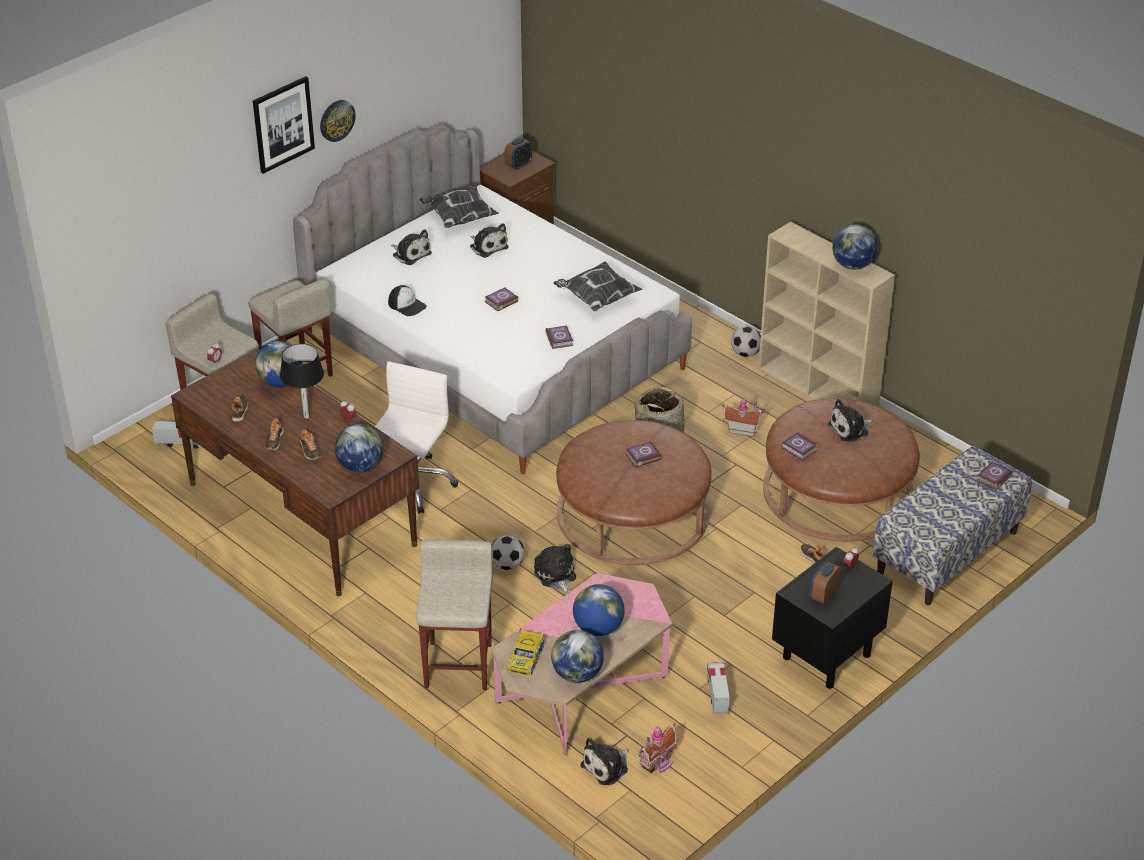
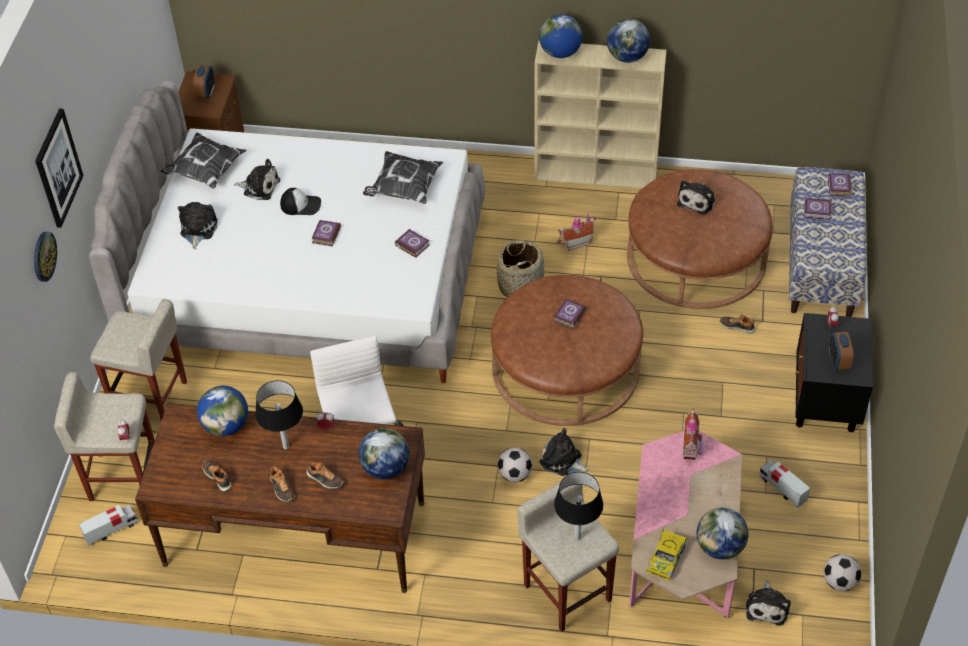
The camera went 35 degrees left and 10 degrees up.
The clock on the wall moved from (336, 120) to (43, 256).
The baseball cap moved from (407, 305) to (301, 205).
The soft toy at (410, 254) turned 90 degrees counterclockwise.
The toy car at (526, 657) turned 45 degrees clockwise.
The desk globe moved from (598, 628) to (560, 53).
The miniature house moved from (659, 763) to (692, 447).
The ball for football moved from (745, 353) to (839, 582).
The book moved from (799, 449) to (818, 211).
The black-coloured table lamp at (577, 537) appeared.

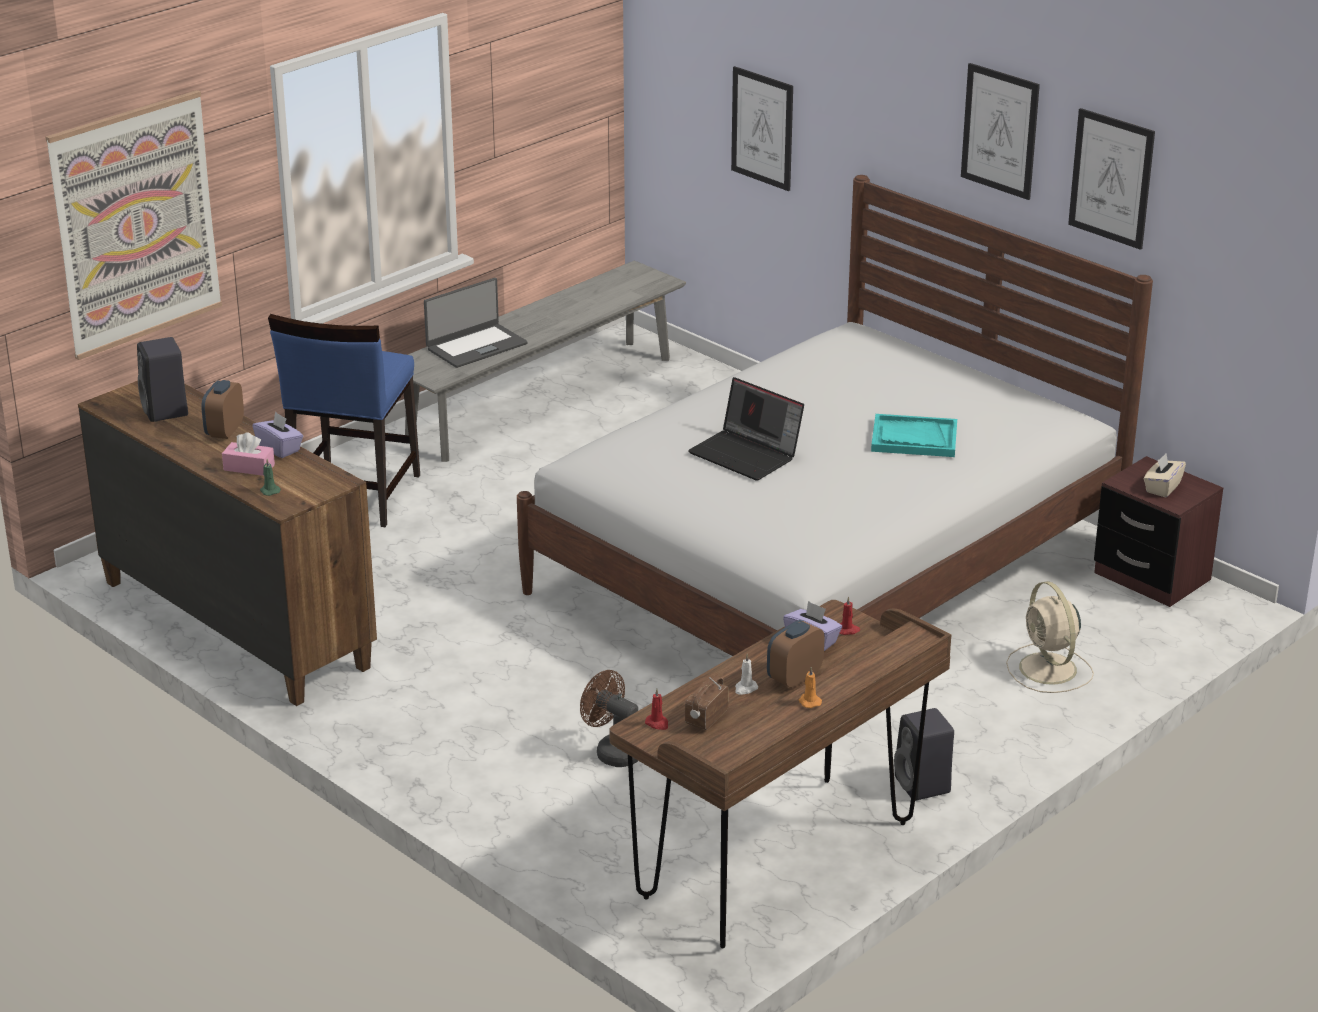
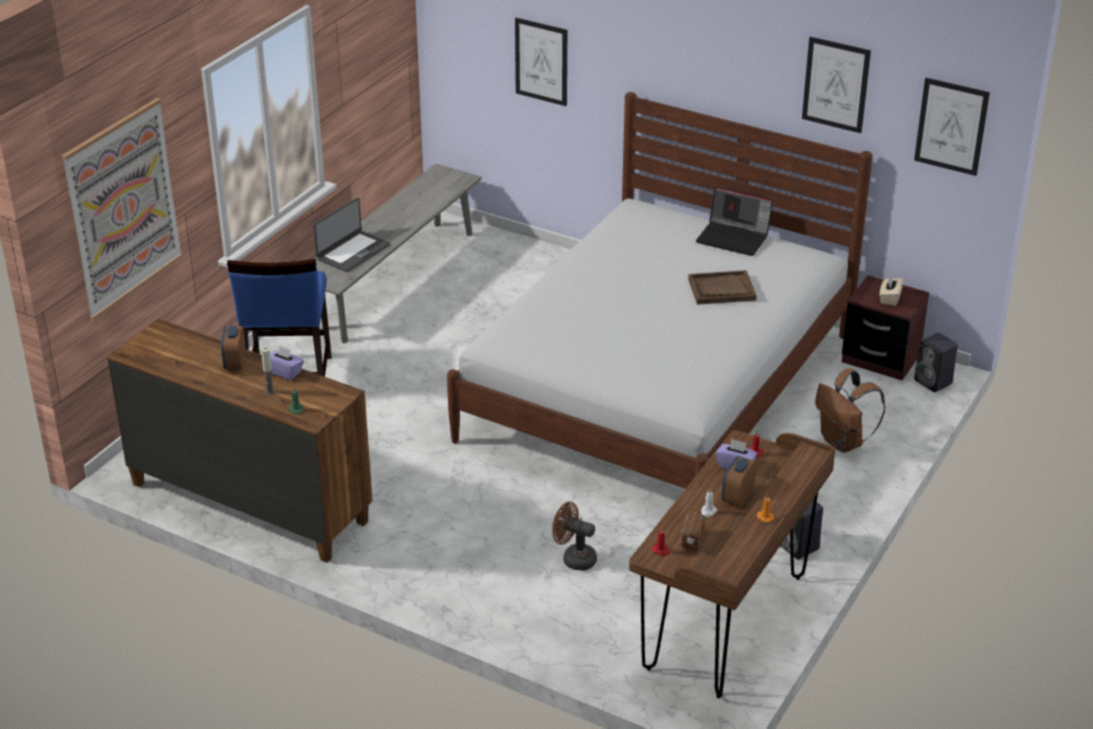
The camera went 15 degrees left and 5 degrees up.
The black-coloured audio speaker moved from (166, 411) to (934, 382).
The pink box of tissues at (249, 467) was replaced by the candle at (270, 392).
The notebook computer moved from (747, 454) to (734, 238).
The turquoise-coloured serving tray at (914, 438) became the brown-coloured serving tray at (721, 289).
The picture moved from (1000, 131) to (951, 126).
The beige-coloured fan at (1049, 670) was replaced by the brown-coloured knapsack at (843, 442).

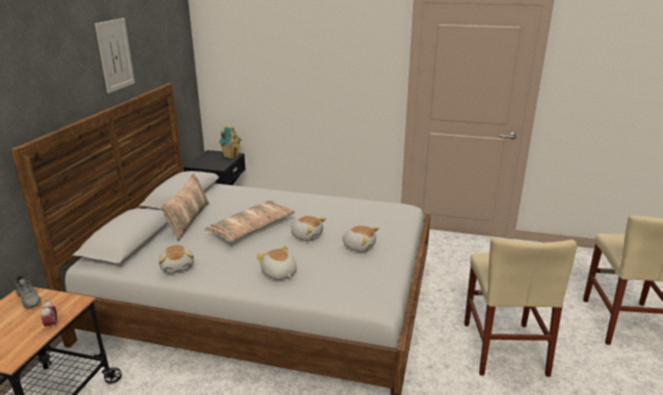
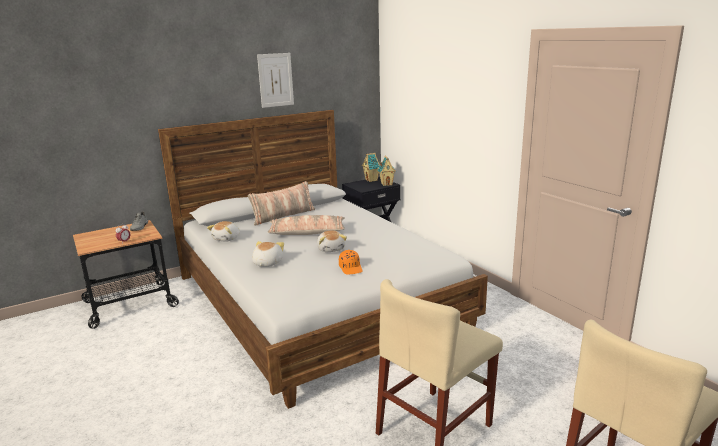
The camera went 45 degrees right and 5 degrees down.
The soft toy at (359, 246) was replaced by the orange baseball cap at (351, 268).
The miniature house at (371, 180) appeared.

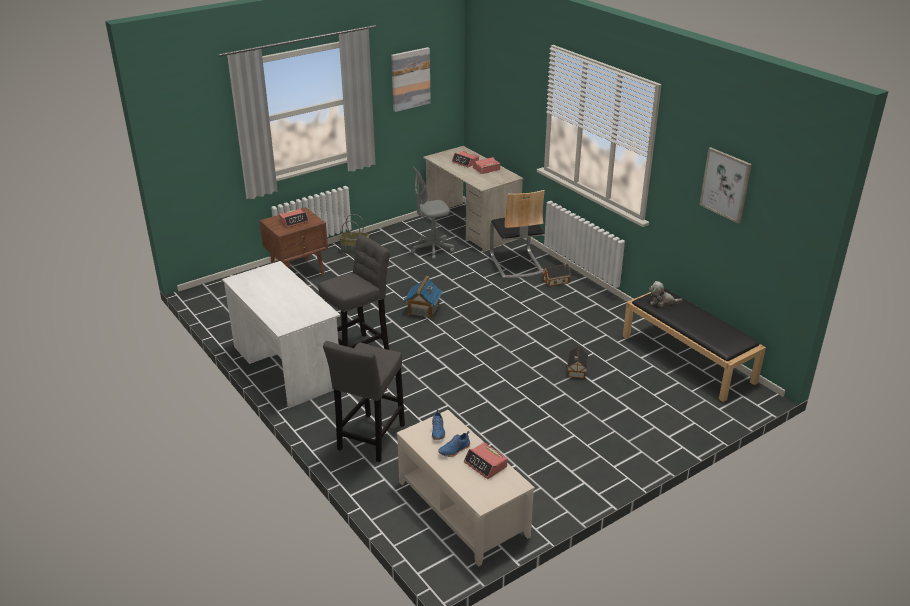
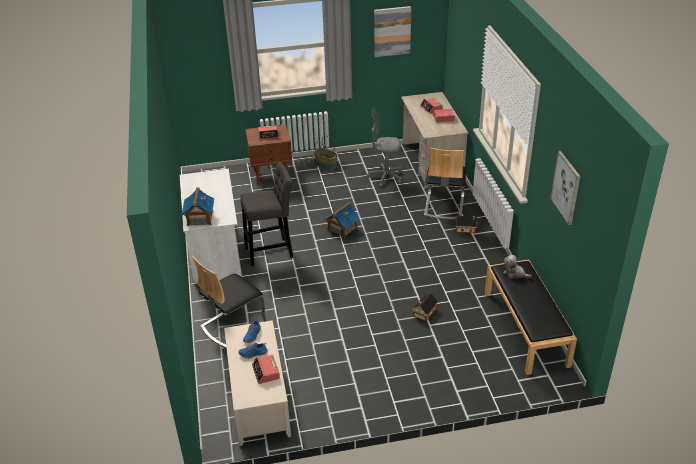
The camera went 25 degrees right and 5 degrees up.
The gray sitting stool at (370, 440) was replaced by the chair at (232, 325).
The miniature house at (199, 218) appeared.

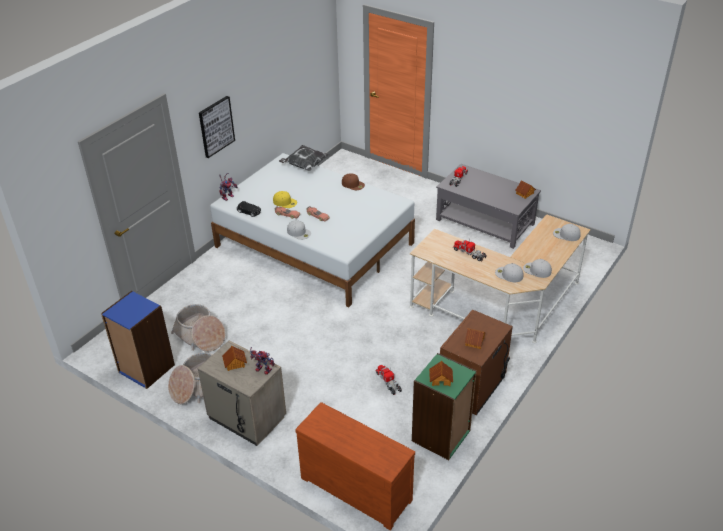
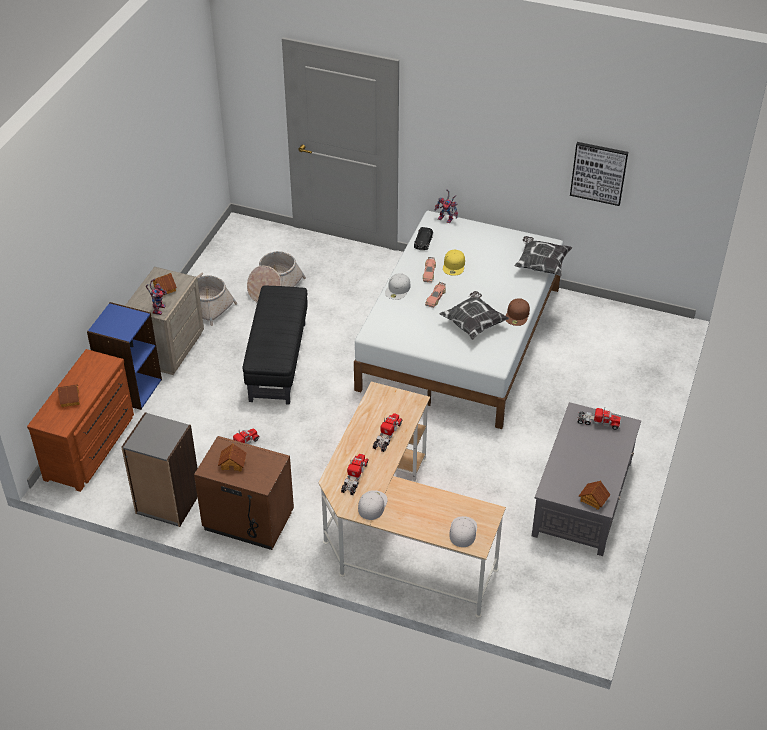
The camera went 75 degrees right and 5 degrees up.
The blue-coloured bookshelf moved from (146, 369) to (131, 388).
The picture moved from (216, 126) to (599, 173).
The green-coloured bookshelf at (441, 436) became the gray bookshelf at (168, 503).
The miniature house moved from (441, 379) to (70, 399).
The whitish baseball cap at (508, 274) was replaced by the toy lorry at (354, 477).
The black-coloured footrest at (277, 361) appeared.
The cushion at (473, 324) appeared.

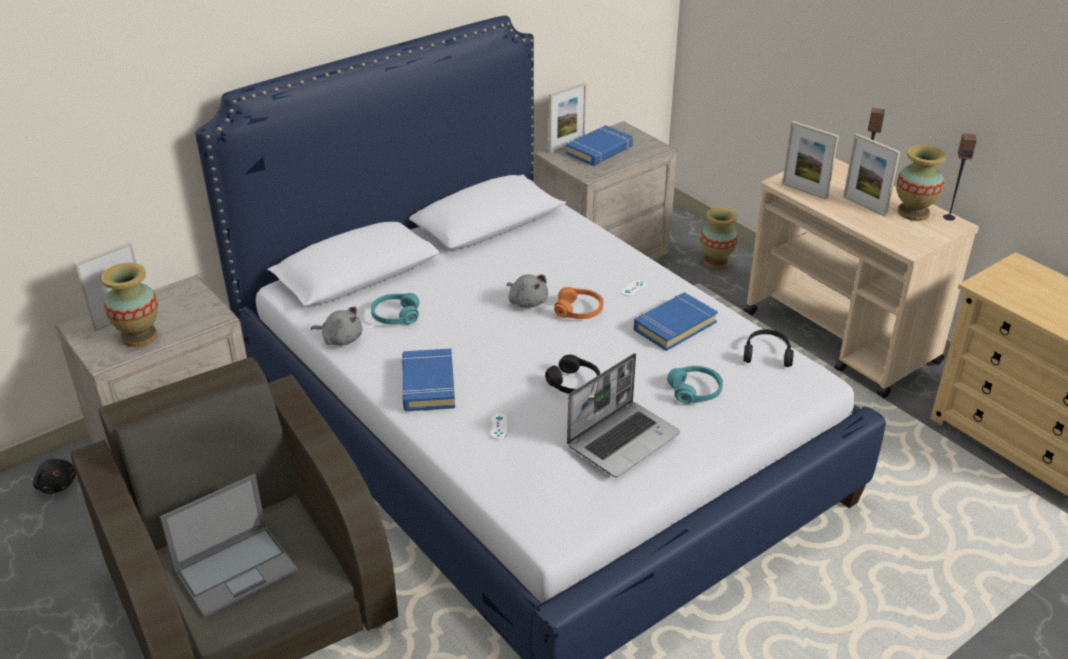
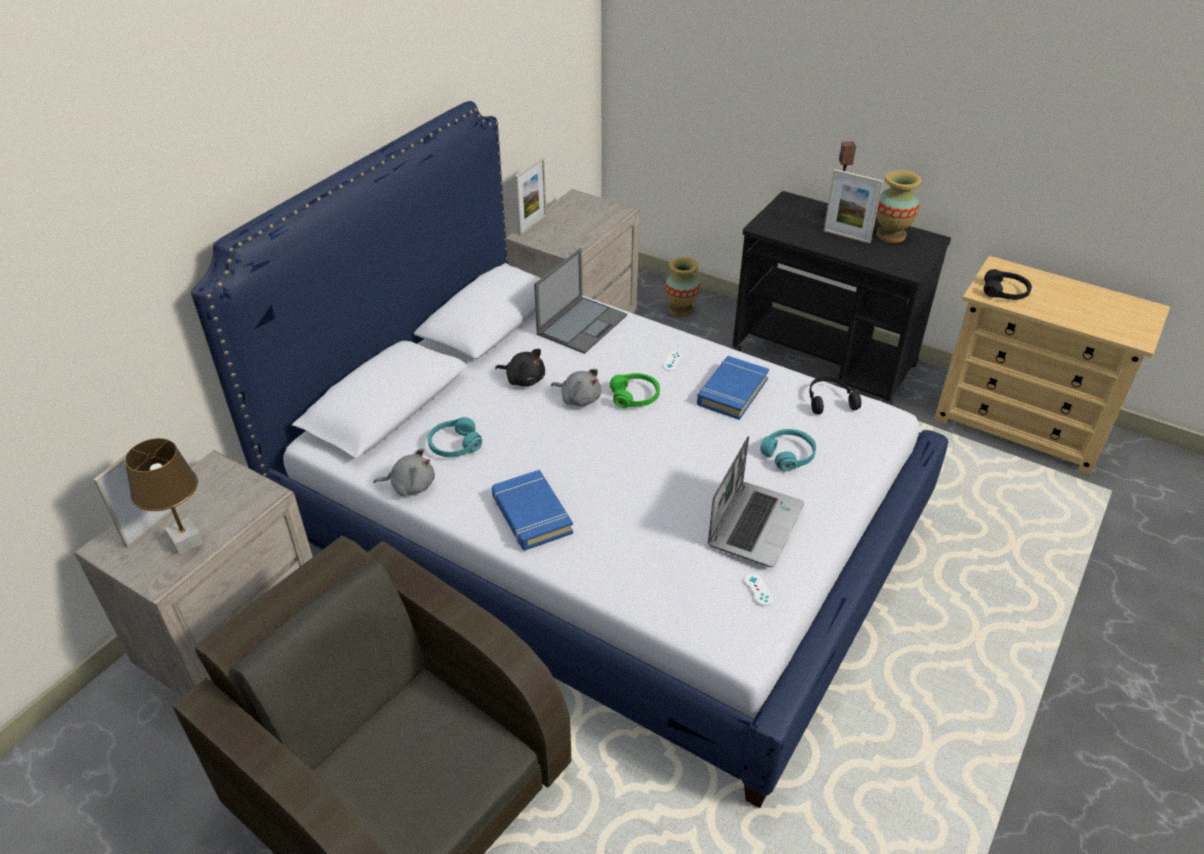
The camera went 20 degrees left and 5 degrees up.
The black-coloured soft toy moved from (56, 484) to (524, 379).
The decorative vase at (139, 336) was replaced by the brown-coloured table lamp at (187, 541).
The notebook computer moved from (237, 569) to (582, 324).
The whitish game controller moved from (498, 426) to (758, 589).
The black-coloured pair of headphones moved from (574, 383) to (1005, 292).
The orange pair of headphones at (579, 310) became the green-coloured pair of headphones at (635, 396).
The blue-coloured book at (599, 150) disappeared.
The beige-coloured cart at (841, 338) became the black-coloured cart at (824, 360).
The photo frame at (804, 191) disappeared.
The audio speaker at (949, 217) disappeared.

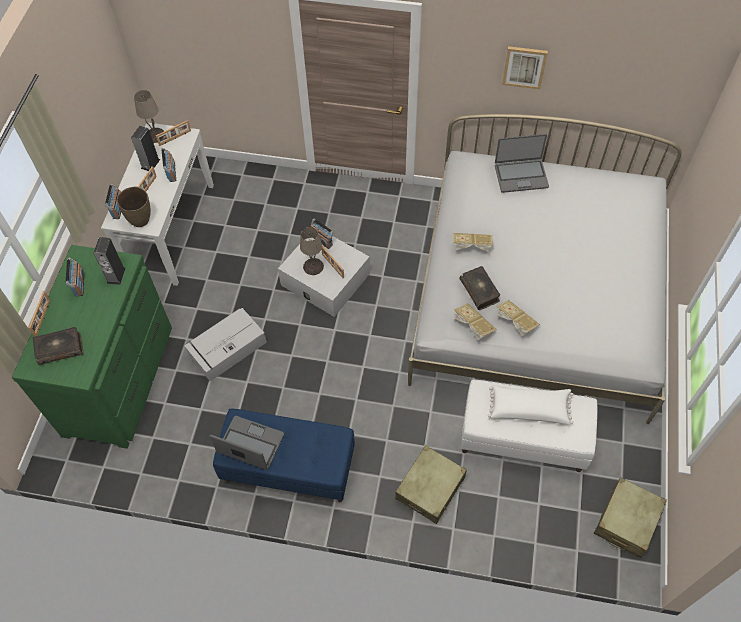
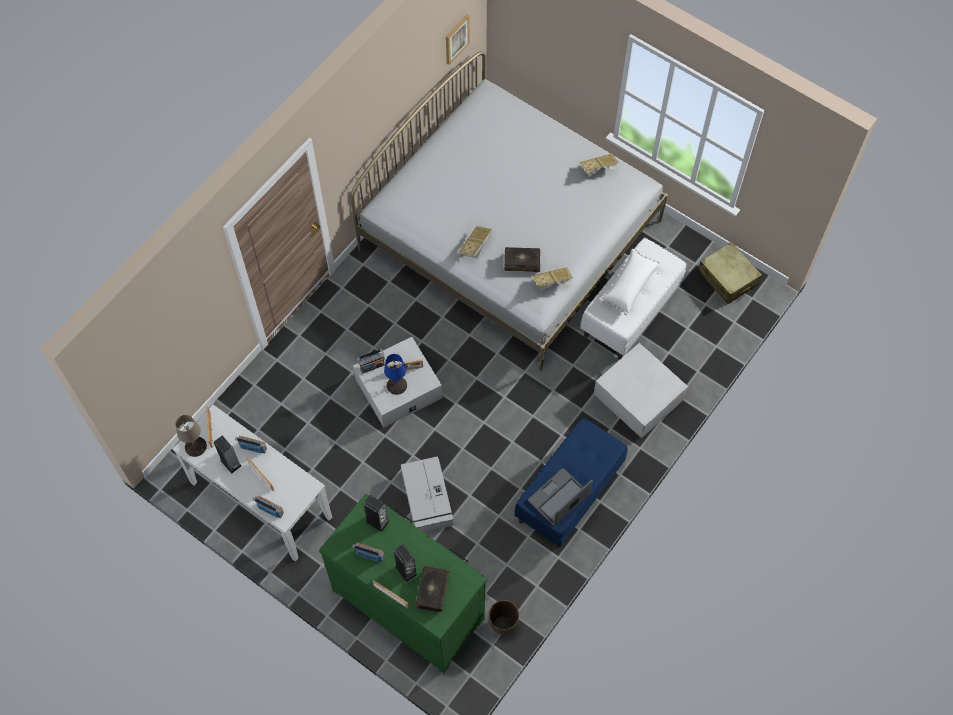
The camera went 65 degrees left and 5 degrees up.
The brown-coloured decorative vase moved from (141, 220) to (502, 624).
The beige-coloured table lamp at (313, 266) became the blue-coloured table lamp at (396, 385).
The beige-coloured travel case at (430, 488) was replaced by the whitish storage container at (638, 396).
The notebook computer at (521, 176) disappeared.
The book moved from (515, 323) to (598, 169).
The picture moved from (524, 67) to (456, 39).
The audio speaker at (406, 570) appeared.

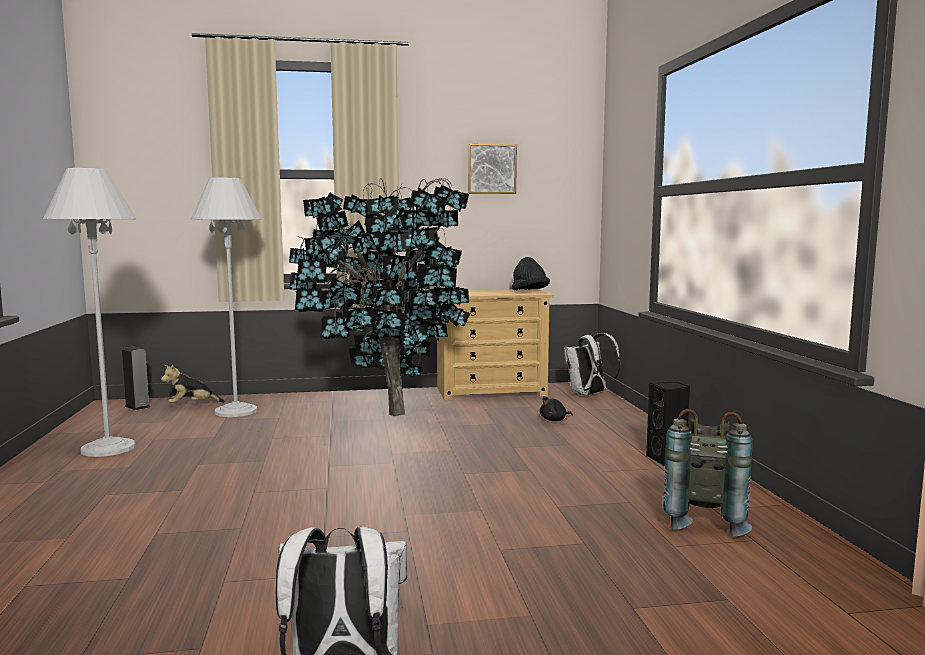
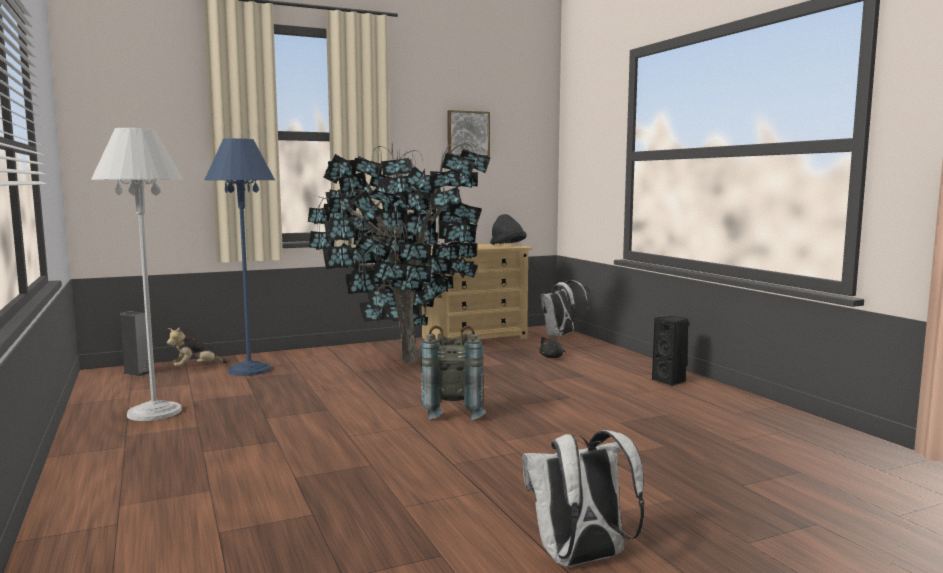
The camera went 15 degrees left and 0 degrees up.
The whitish floor lamp at (236, 411) became the blue-coloured floor lamp at (249, 370).
The gray knapsack moved from (702, 519) to (453, 411).

